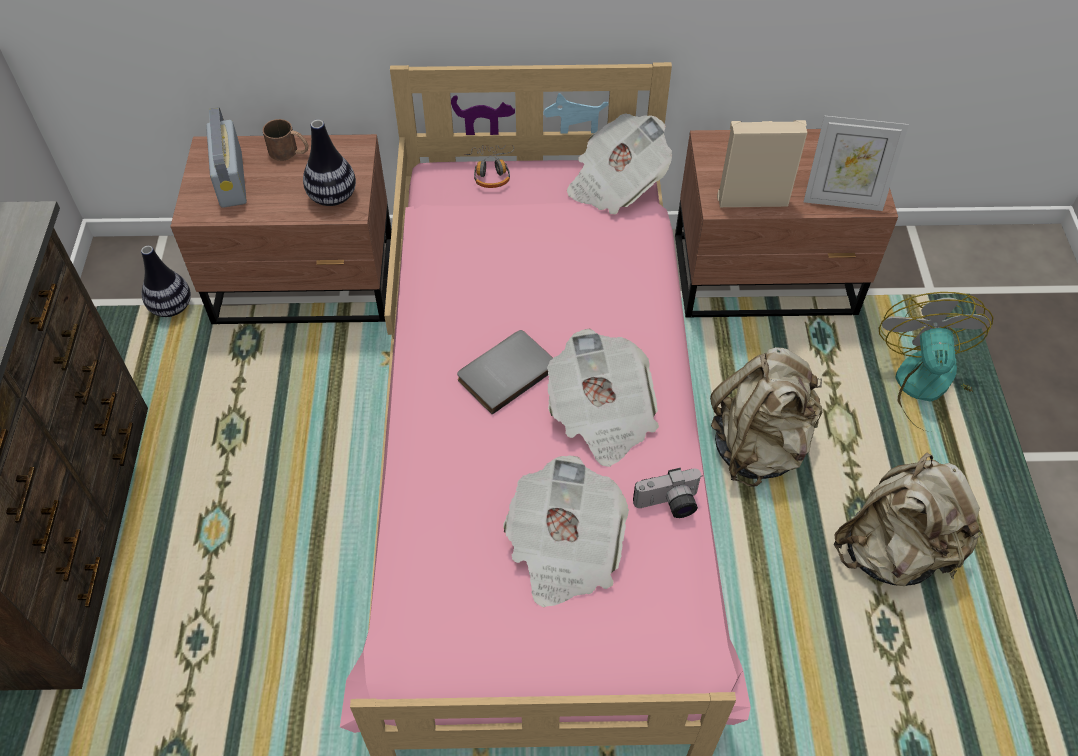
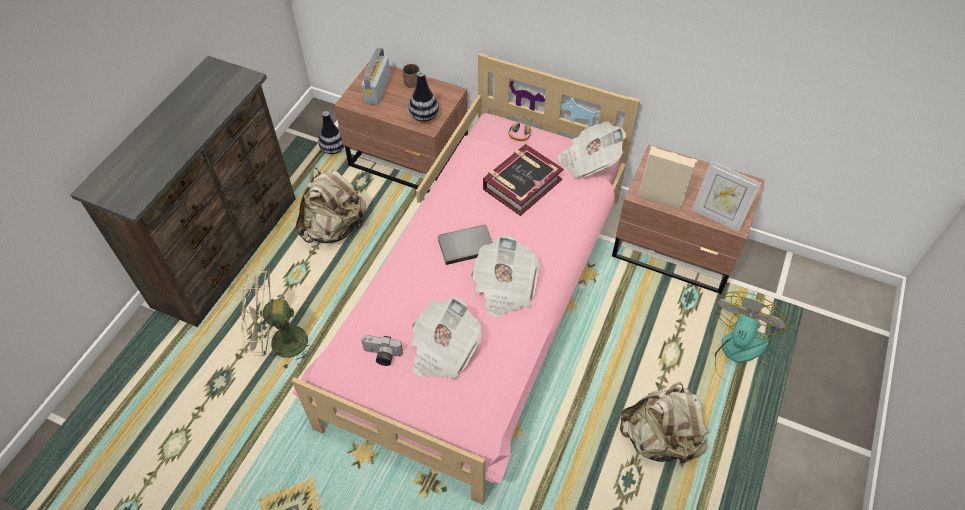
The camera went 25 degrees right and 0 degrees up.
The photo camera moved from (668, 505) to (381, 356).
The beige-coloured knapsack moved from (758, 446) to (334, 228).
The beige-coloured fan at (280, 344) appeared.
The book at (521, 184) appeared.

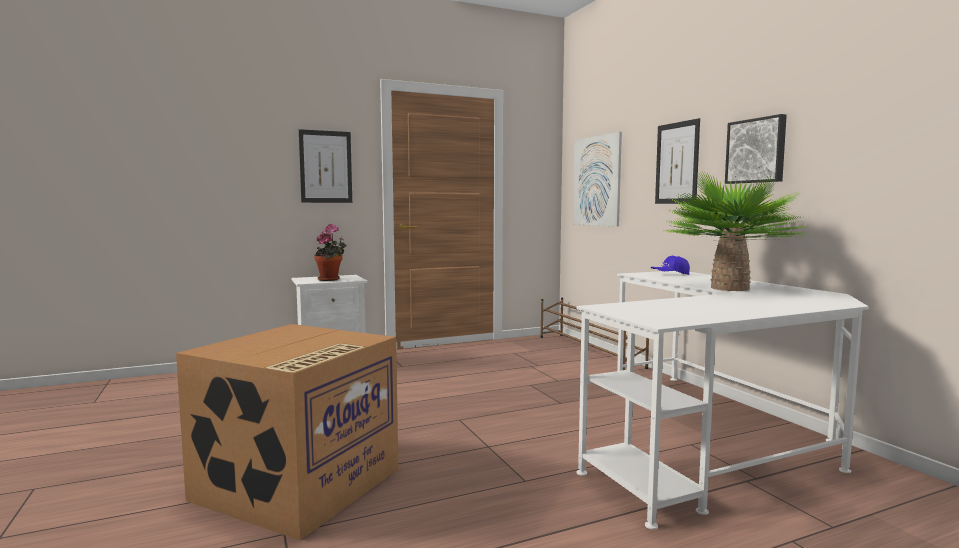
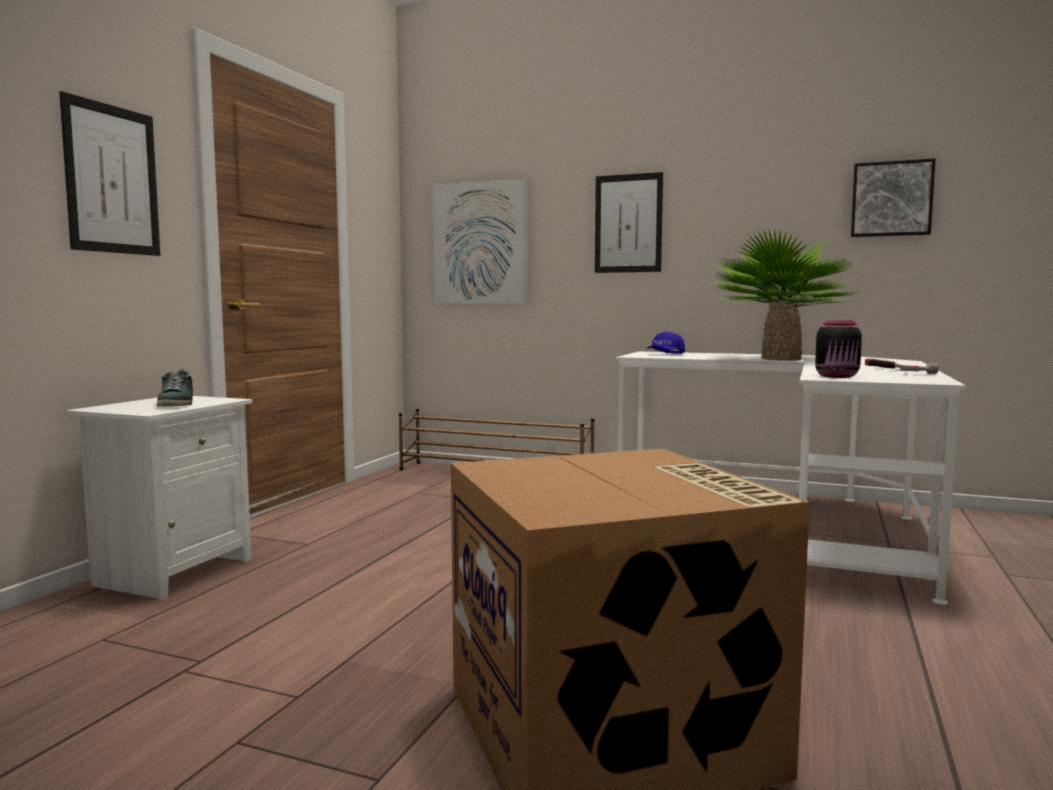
The camera went 45 degrees left and 0 degrees up.
The plant in a pot at (331, 279) was replaced by the shoe at (177, 404).
The picture moved from (756, 151) to (891, 199).
The black-coloured preserve jar at (838, 377) appeared.
The hammer at (891, 370) appeared.

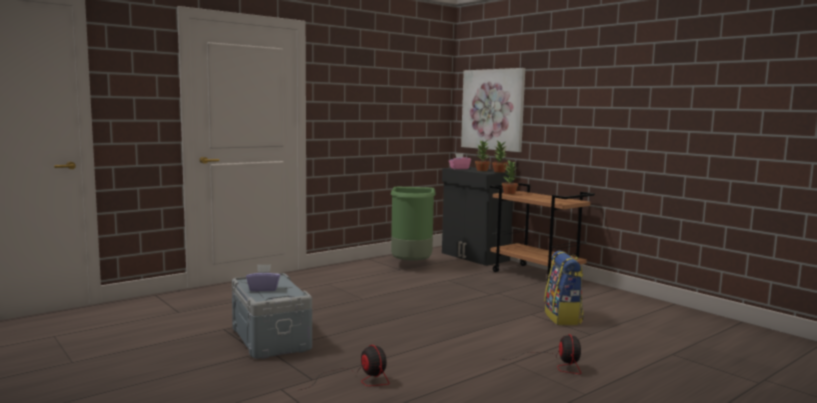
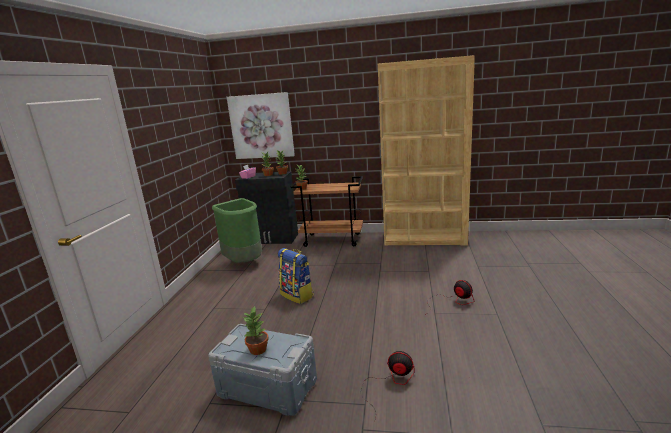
The camera went 40 degrees left and 10 degrees up.
The purple box of tissues at (263, 289) was replaced by the plant in a pot at (257, 350).
The knapsack moved from (563, 318) to (297, 295).
The brown-coloured bookshelf at (424, 238) appeared.

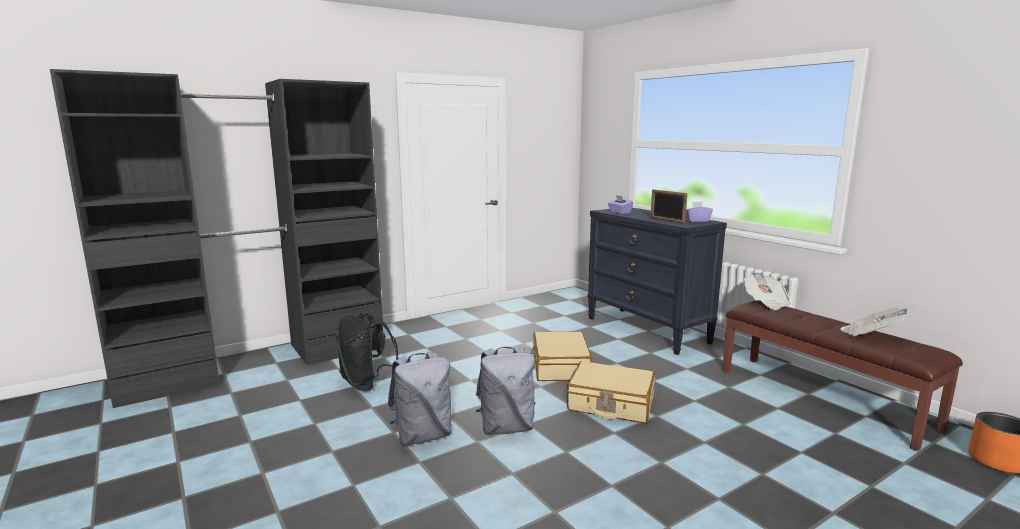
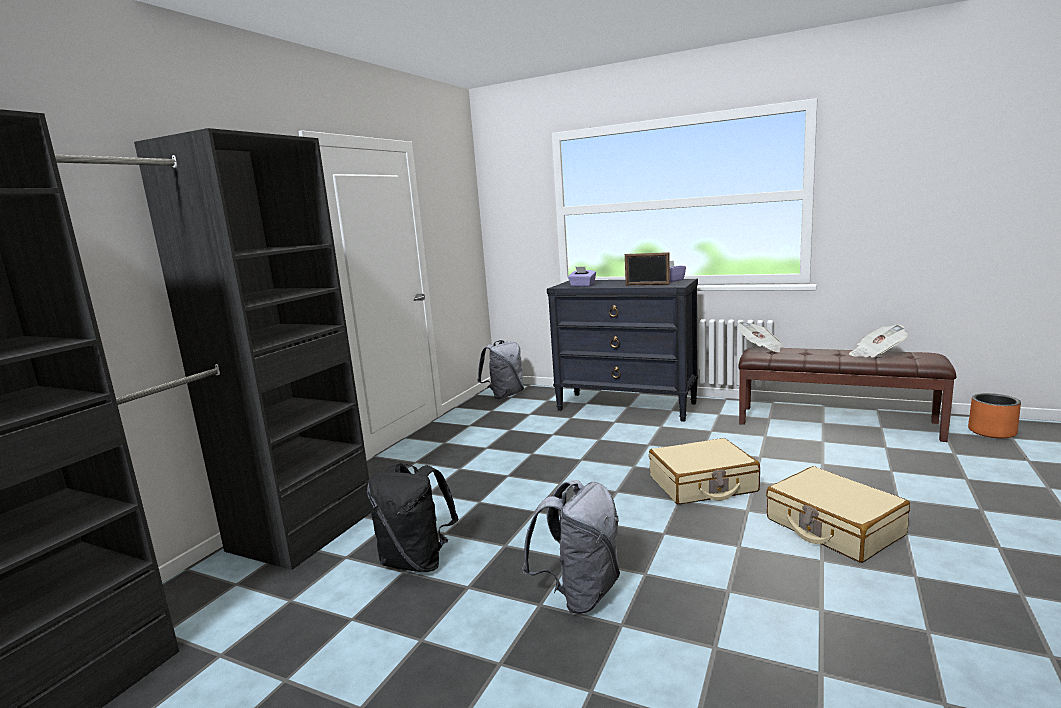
The camera went 30 degrees left and 0 degrees up.
The gray knapsack moved from (506, 428) to (504, 395).
The beige-coloured travel case moved from (560, 366) to (833, 527).

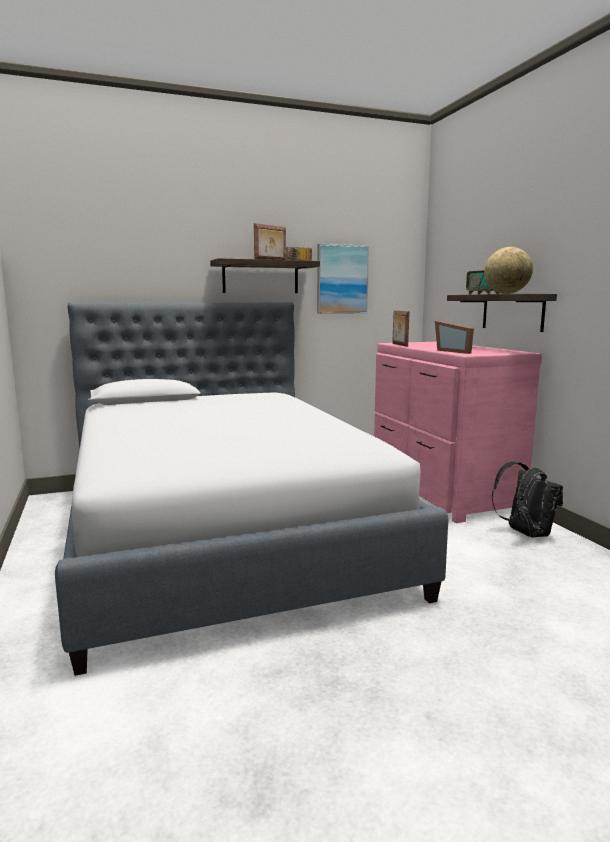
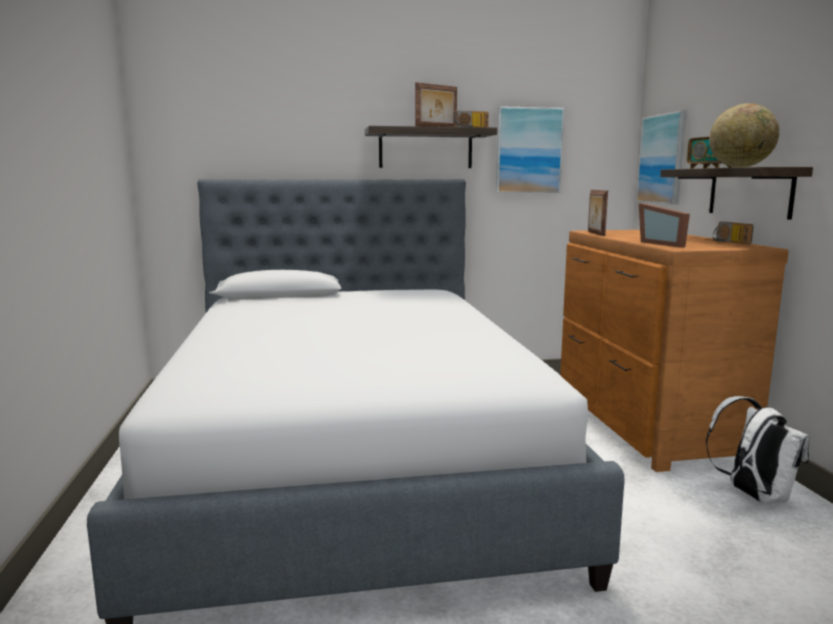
The camera went 10 degrees right and 0 degrees up.
The pink dresser at (440, 490) became the brown-coloured dresser at (643, 423).
The black-coloured knapsack at (525, 533) became the whitish knapsack at (753, 495).
The picture at (662, 159) appeared.
The radio receiver at (729, 242) appeared.

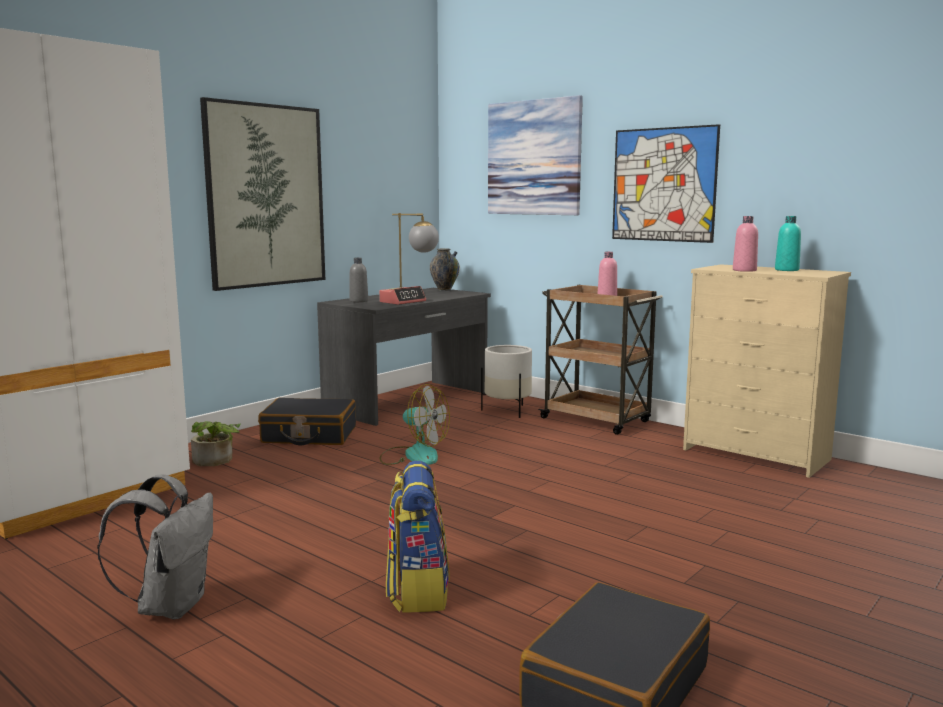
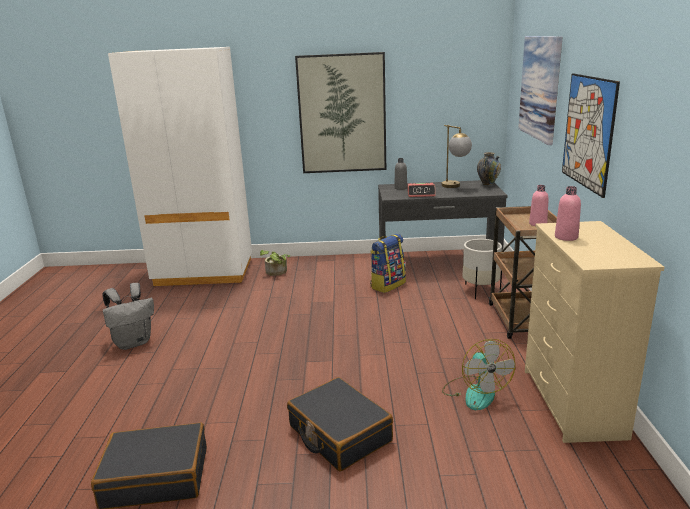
The camera went 50 degrees right and 10 degrees up.
The black-coloured travel case moved from (309, 435) to (339, 434).
The fan moved from (413, 455) to (475, 392).
The knapsack moved from (417, 591) to (387, 285).
The turquoise-coloured drink bottle at (786, 270) disappeared.

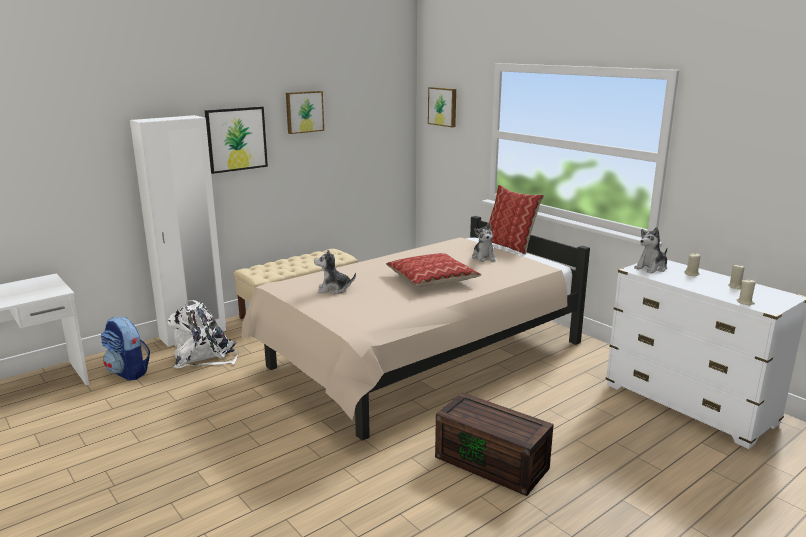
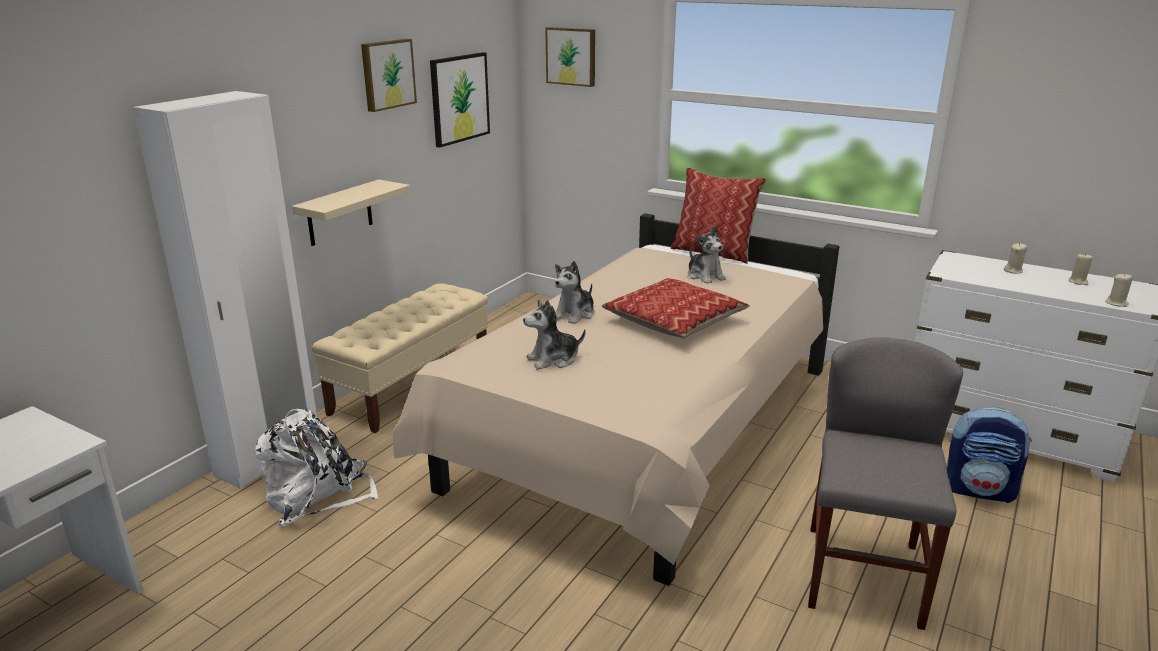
The camera went 20 degrees left and 5 degrees up.
The knapsack moved from (128, 372) to (979, 490).
The picture moved from (236, 139) to (459, 98).
The brown-coloured storage container at (493, 462) was replaced by the gray chair at (863, 575).
The soft toy moved from (651, 268) to (575, 314).
The beige-coloured bracket shelf at (340, 213) appeared.

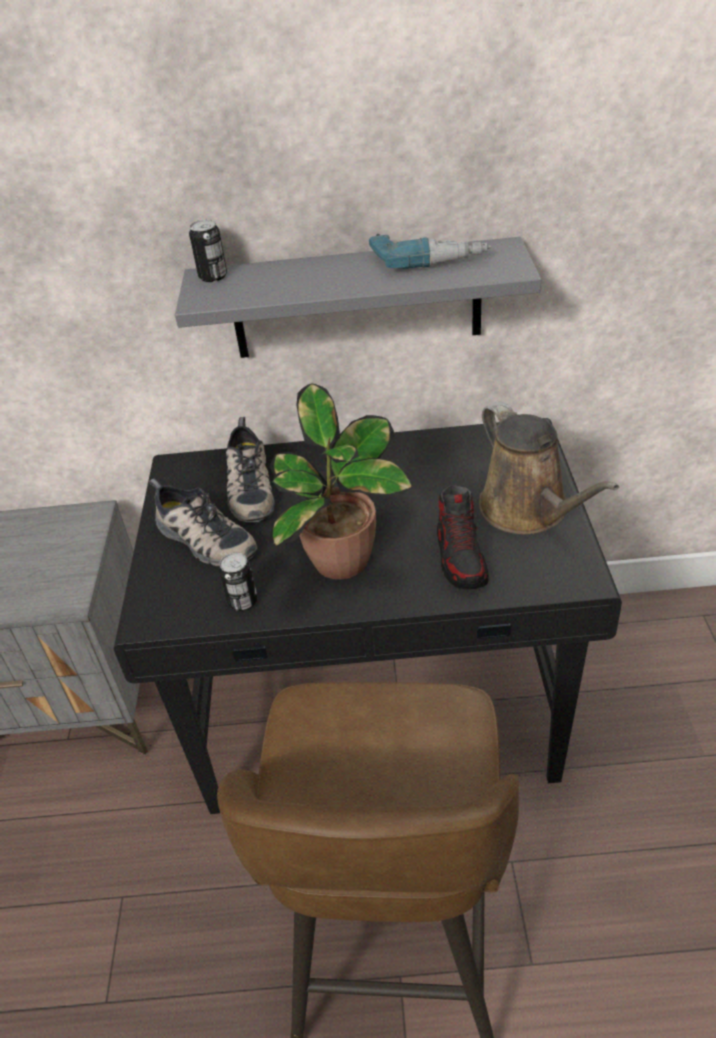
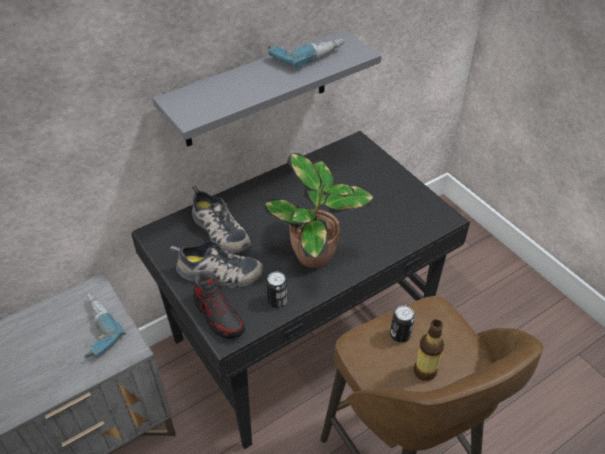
The camera went 35 degrees left and 5 degrees up.
The sealed can moved from (213, 276) to (400, 335).
The shoe moved from (461, 557) to (219, 315).
The brown-coloured sprinkling can at (528, 511) disappeared.
The drill at (94, 329) appeared.
The drink bottle at (424, 371) appeared.

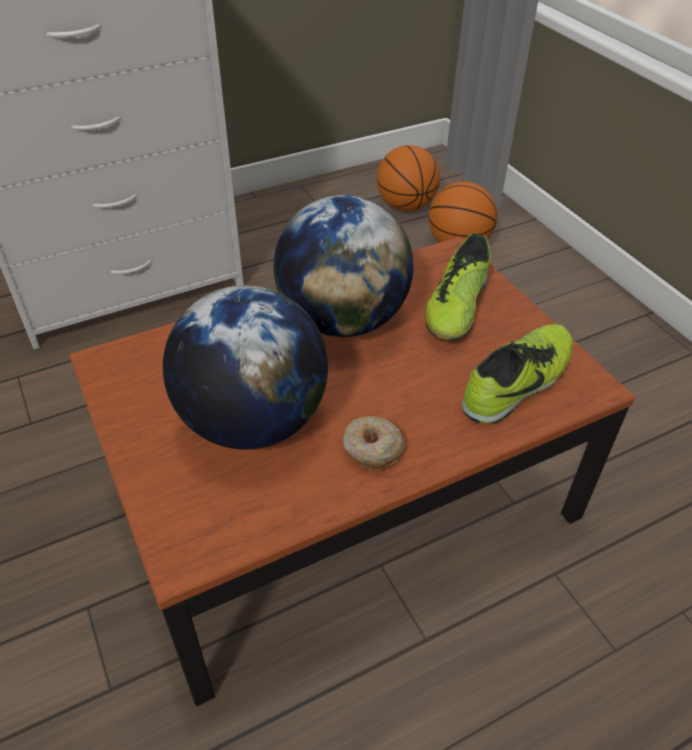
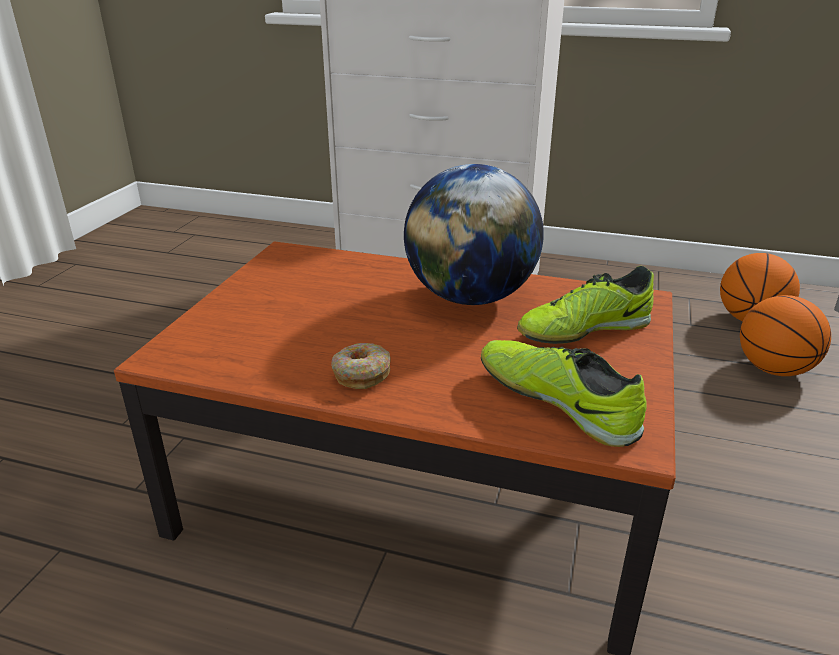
The camera went 45 degrees right and 15 degrees down.
The desk globe at (253, 421) disappeared.
The shoe at (518, 382) turned 135 degrees counterclockwise.

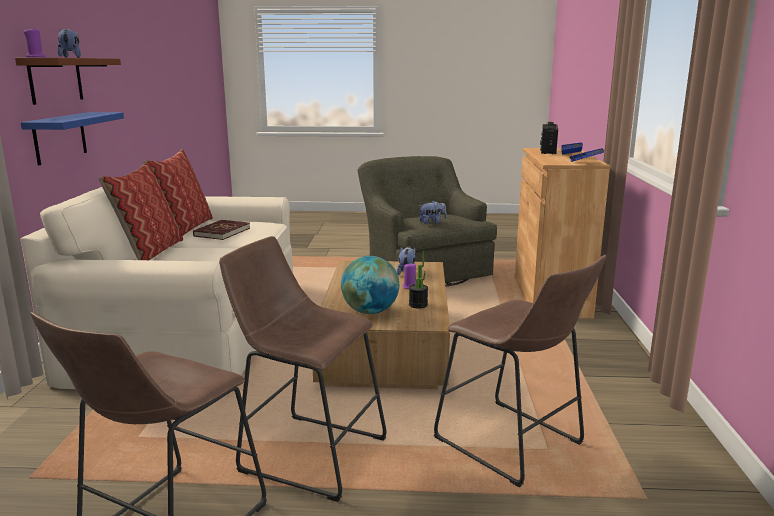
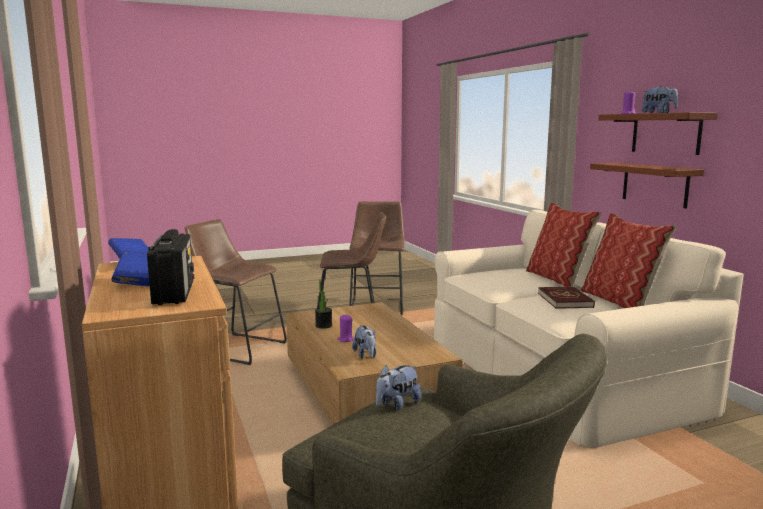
The camera went 155 degrees right and 5 degrees down.
The blue-coloured bracket shelf at (60, 137) became the brown-coloured bracket shelf at (655, 184).
The desk globe at (370, 311) disappeared.

